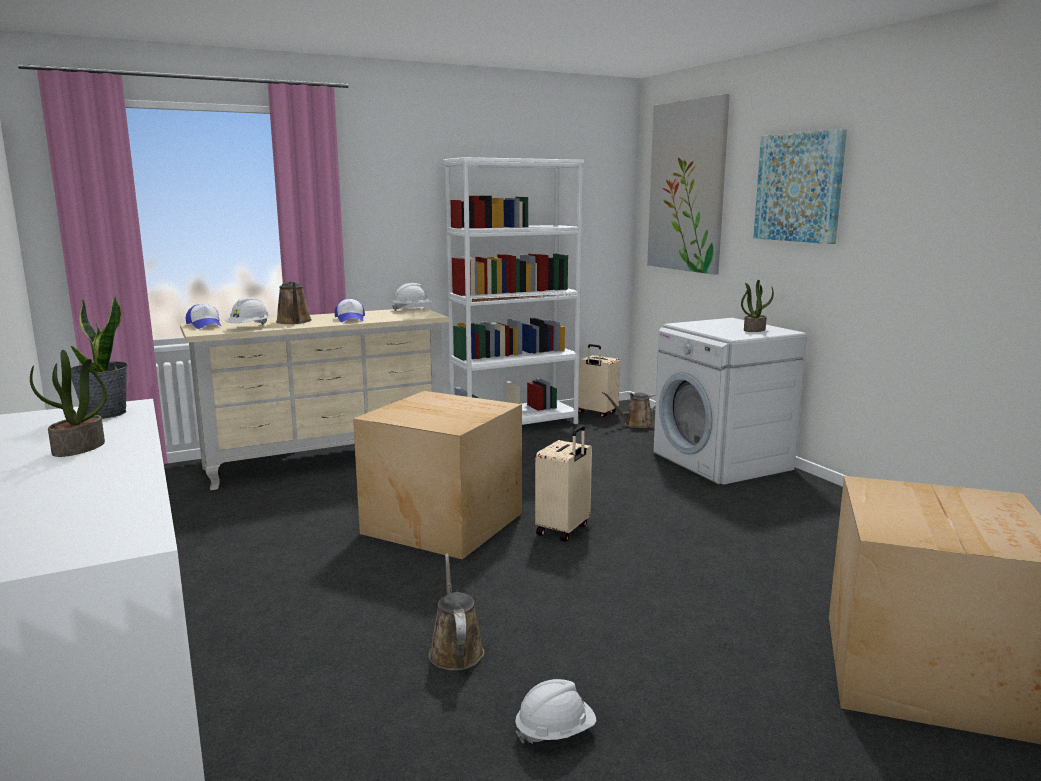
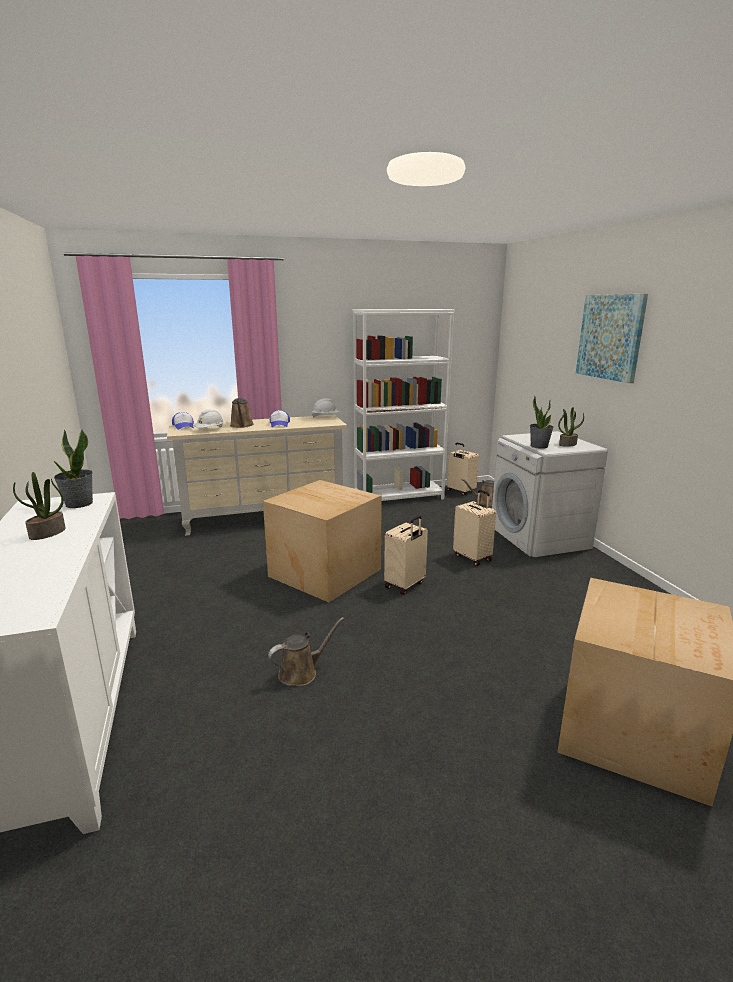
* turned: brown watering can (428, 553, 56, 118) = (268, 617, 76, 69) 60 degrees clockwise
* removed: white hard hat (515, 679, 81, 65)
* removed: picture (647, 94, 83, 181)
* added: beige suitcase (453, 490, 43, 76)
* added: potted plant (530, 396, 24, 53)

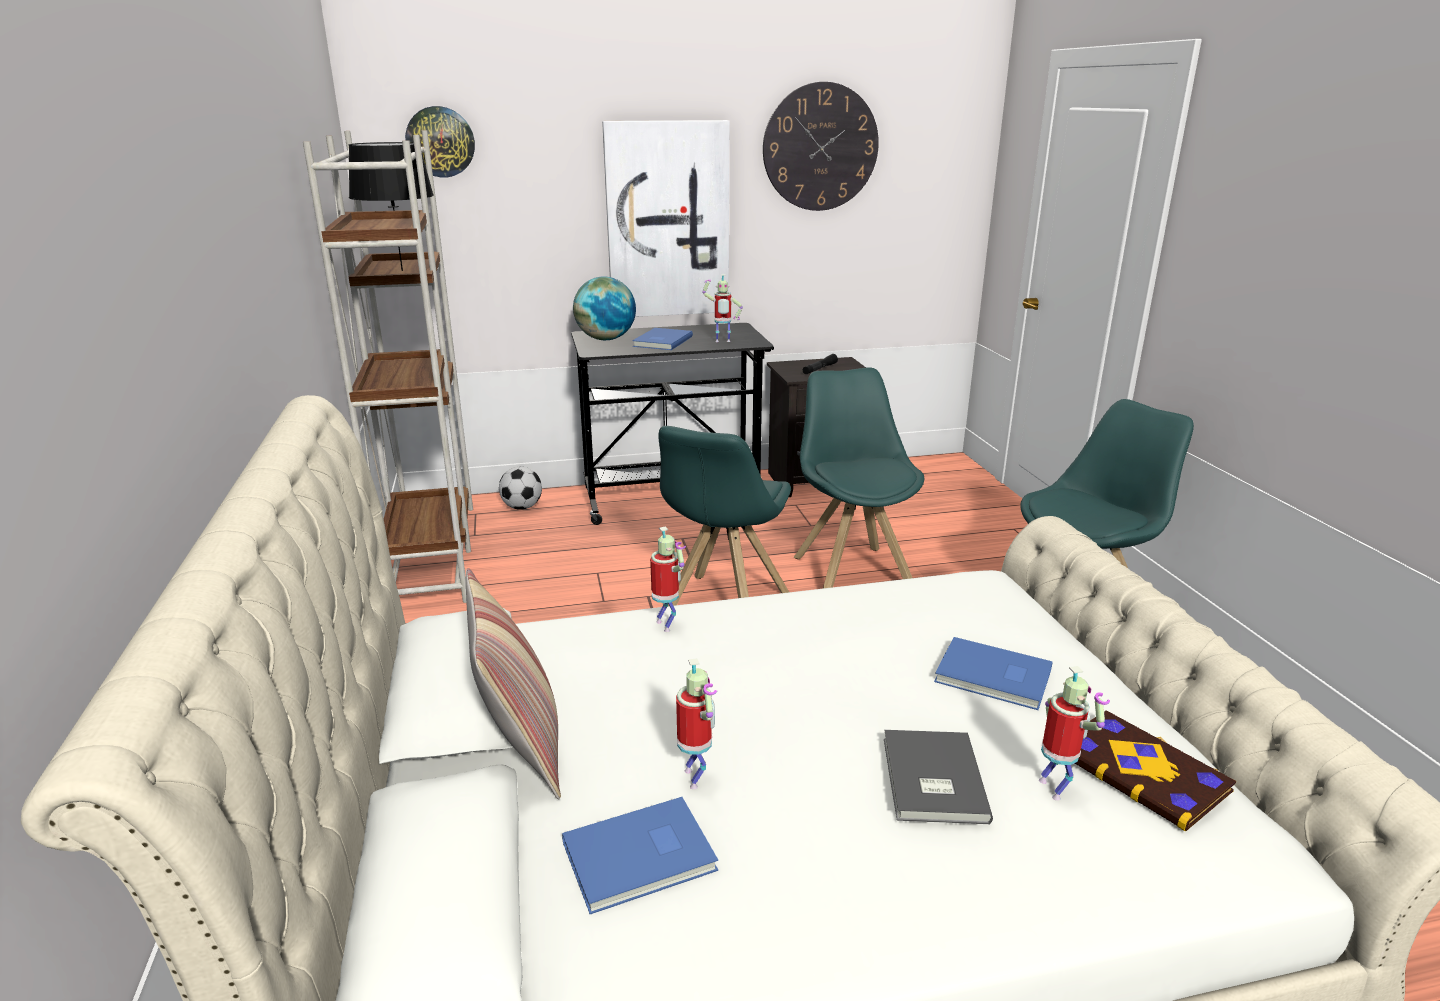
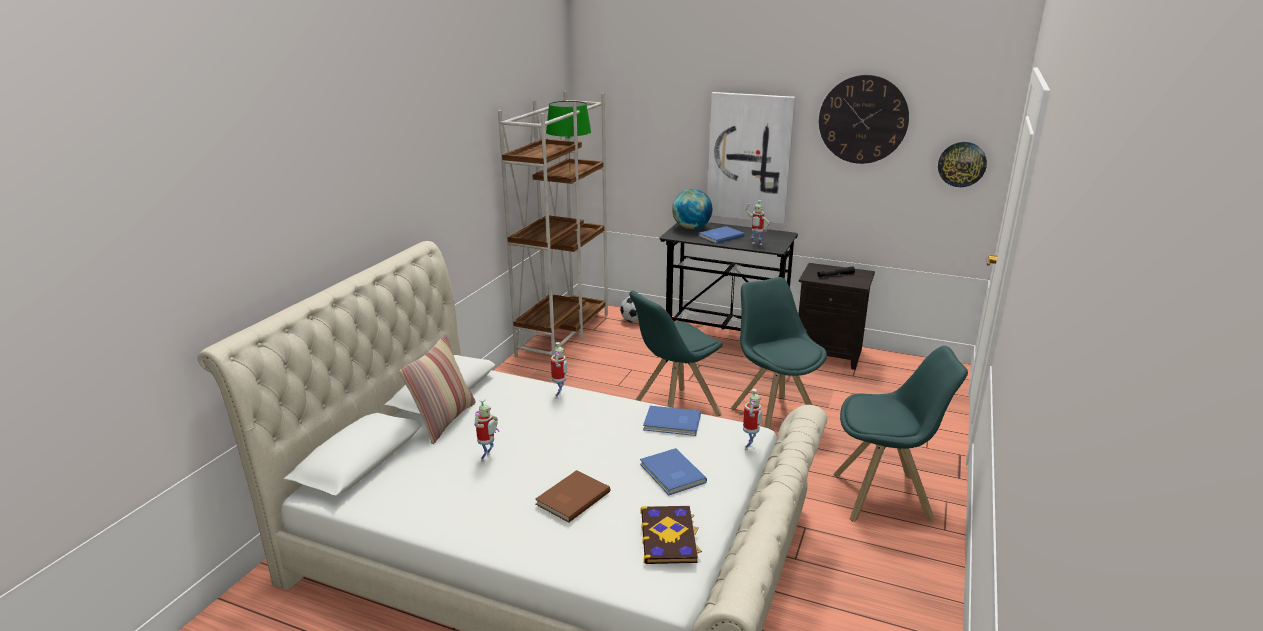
* recoloured: black table lamp (348, 142, 86, 129) to green table lamp (546, 101, 45, 64)
* moved: wall clock (405, 106, 70, 71) to (938, 142, 49, 45)
* moved: blue book (562, 797, 156, 117) to (643, 406, 58, 30)
* turned: turquoise chair (794, 367, 130, 221) = (731, 277, 96, 152) 45 degrees counterclockwise
* recoloured: grey book (884, 730, 109, 94) to brown book (535, 470, 76, 53)
* moved: toy robot (1039, 666, 71, 135) to (743, 389, 19, 62)

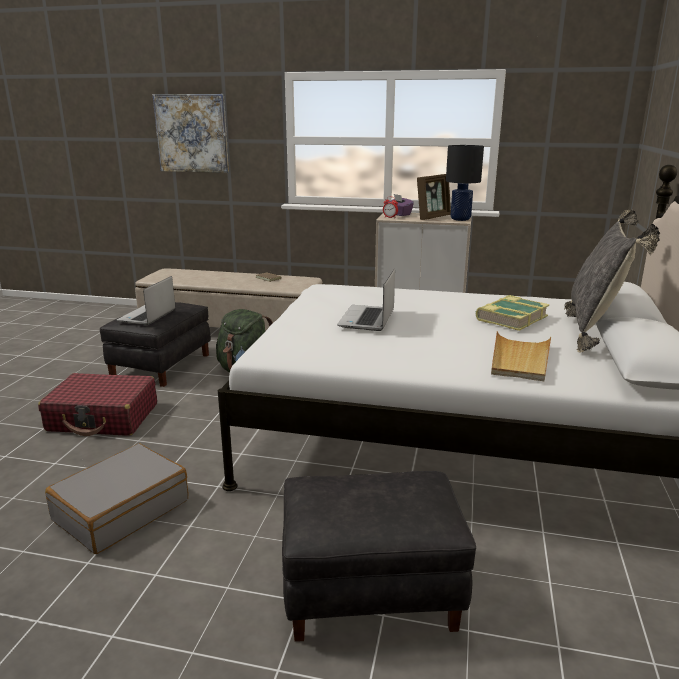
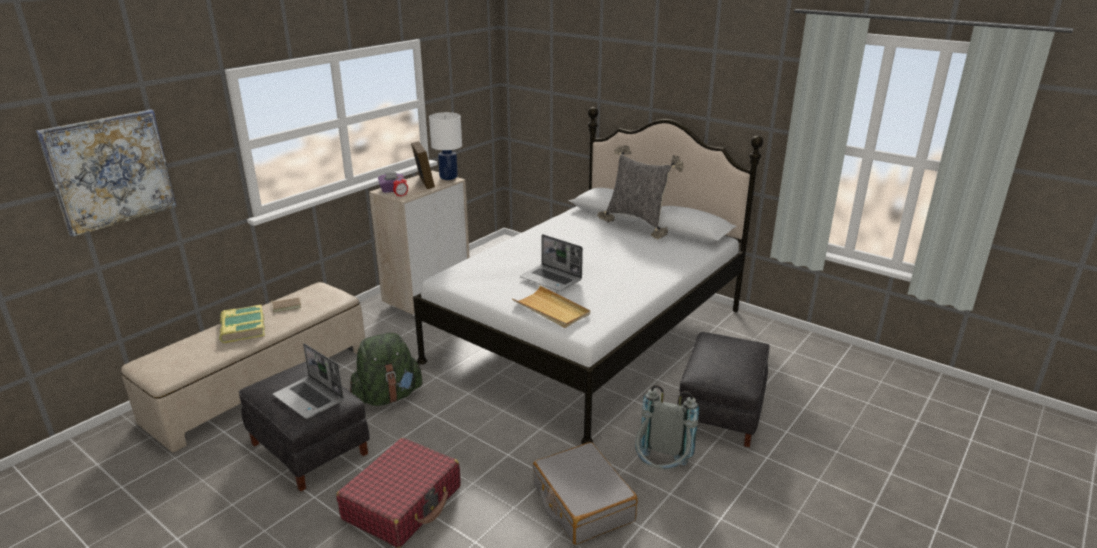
* recoloured: black table lamp (446, 145, 38, 76) to white table lamp (429, 112, 33, 68)
* moved: book (476, 295, 74, 36) to (219, 305, 46, 38)
* moved: beige tray (491, 331, 60, 50) to (512, 285, 78, 43)
* added: grey backpack (635, 385, 64, 85)

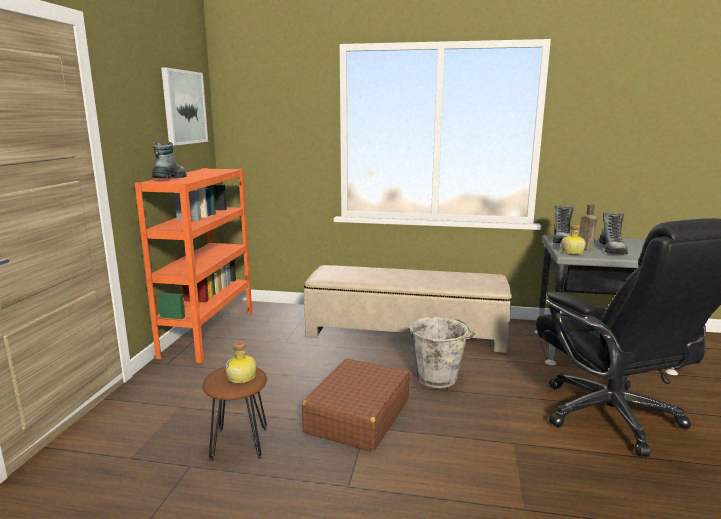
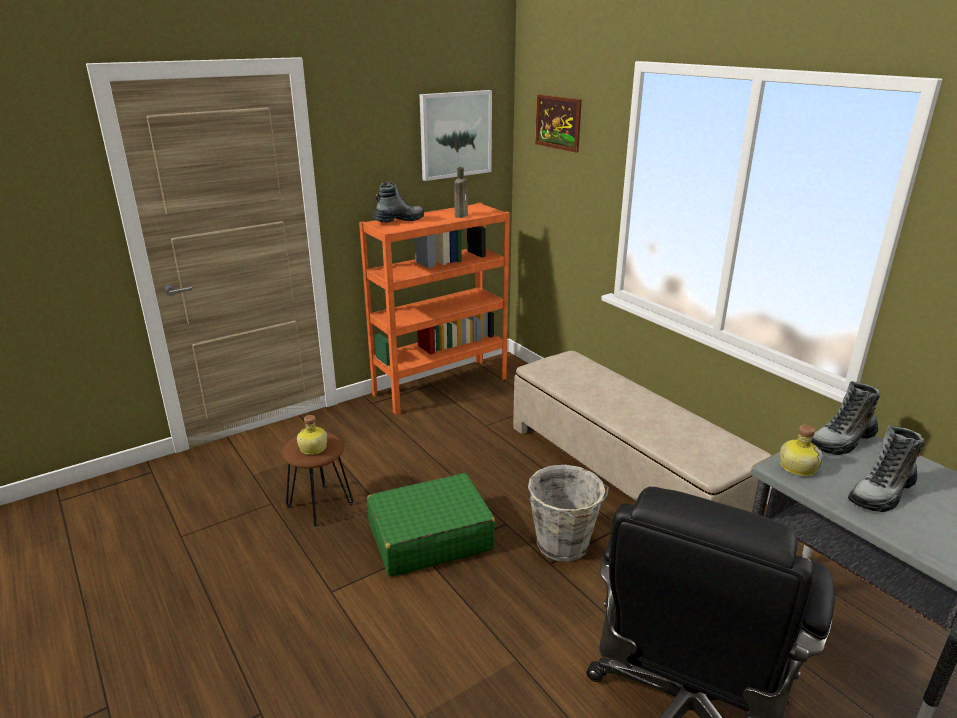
* recoloured: brown suitcase (302, 359, 108, 93) to green suitcase (367, 473, 129, 104)
* moved: brown bottle (579, 204, 18, 47) to (454, 167, 14, 51)
* added: picture (535, 94, 47, 59)

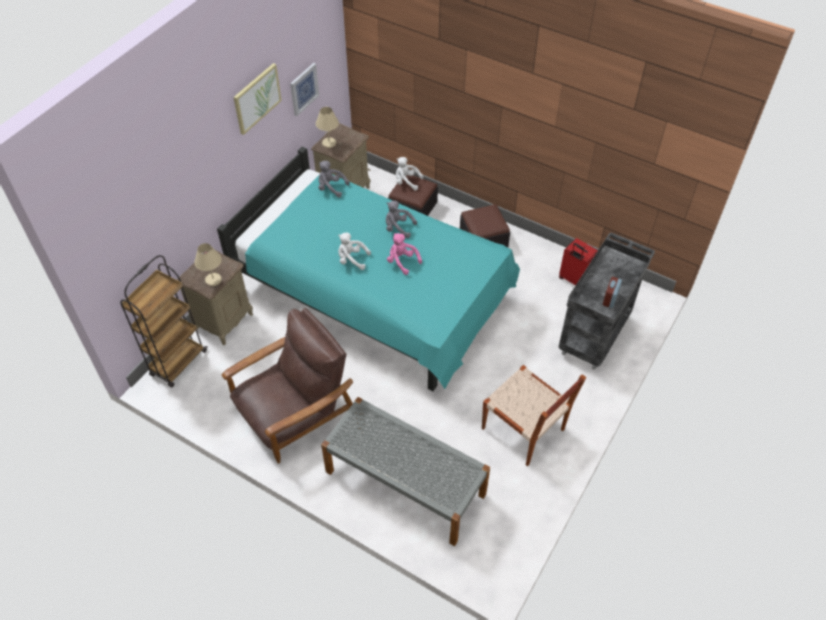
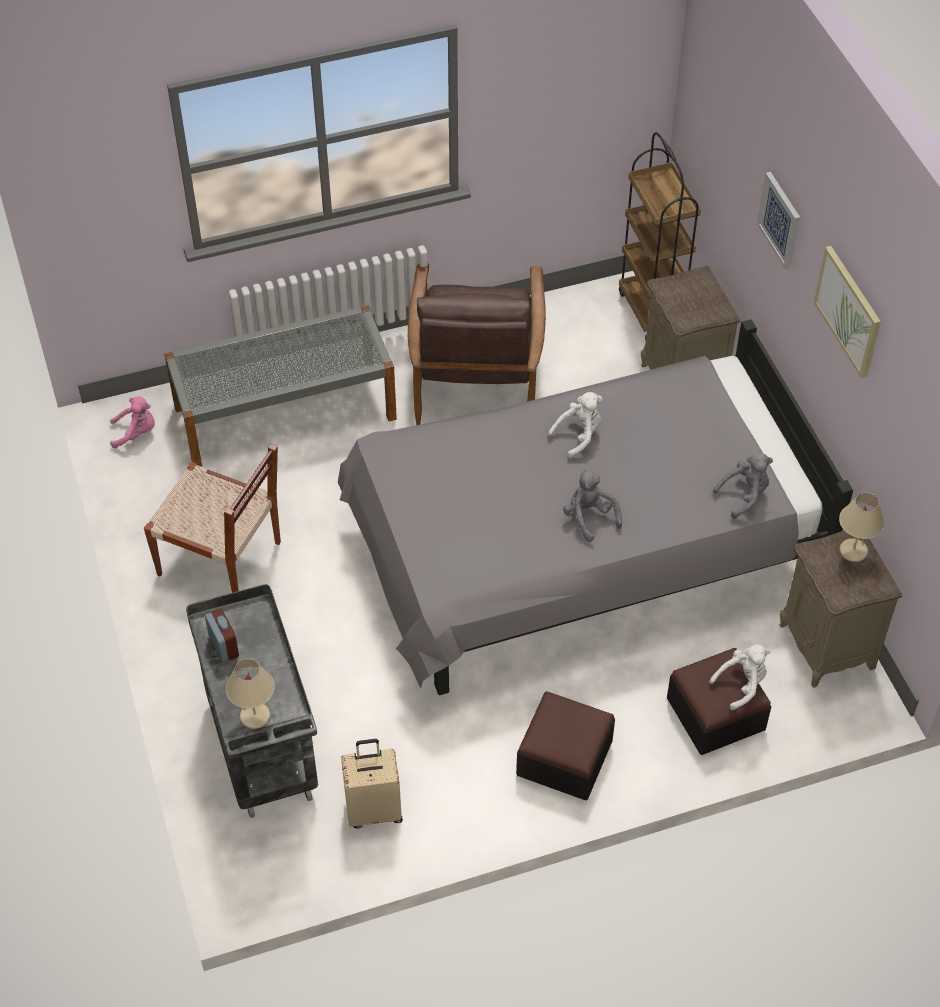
* moved: beige table lamp (194, 243, 28, 43) to (226, 659, 49, 70)
* recoloured: turquoise bed (217, 147, 303, 244) to grey bed (338, 319, 515, 376)
* moved: picture (290, 63, 29, 53) to (757, 172, 43, 98)
* turned: grey plush toy (386, 201, 31, 37) = (563, 469, 59, 73) 90 degrees counterclockwise
* moved: pink plush toy (387, 233, 35, 42) to (110, 396, 45, 52)
* turned: chair (482, 365, 104, 101) = (144, 444, 137, 149) 150 degrees counterclockwise
* recoloured: red suitcase (559, 238, 39, 48) to beige suitcase (341, 739, 62, 90)

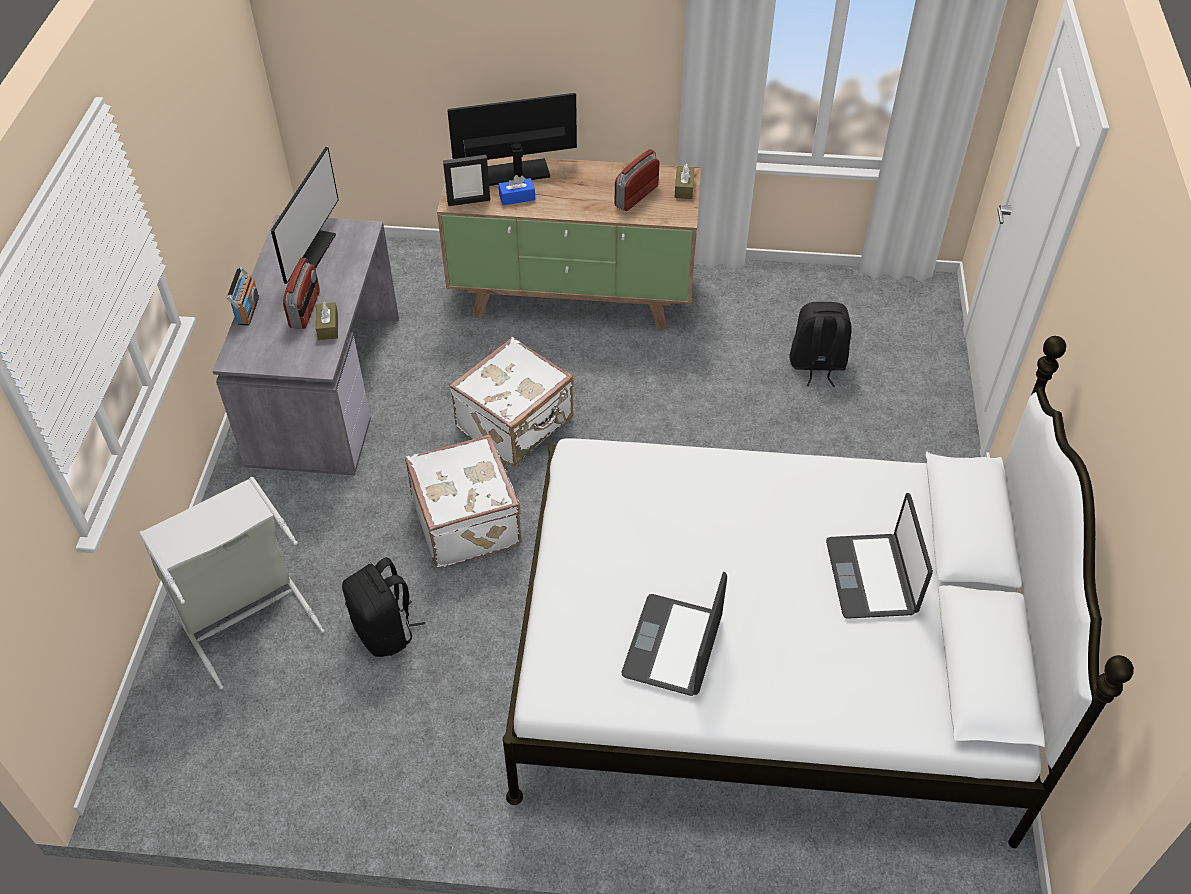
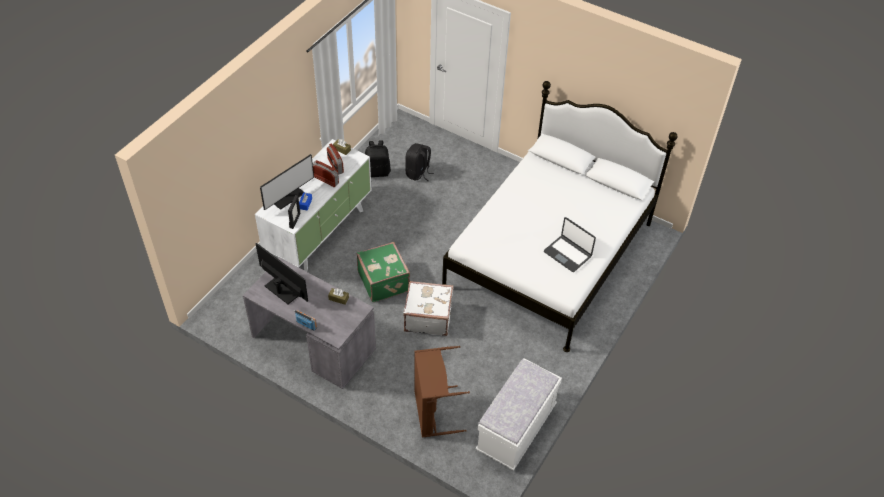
* recoloured: grey laundry basket (139, 477, 186, 212) to brown laundry basket (414, 346, 56, 92)
* moved: radio (283, 258, 37, 71) to (313, 160, 26, 27)
* moved: black backpack (342, 557, 83, 100) to (365, 140, 26, 37)
* recoloured: green dresser (437, 156, 264, 174) to white dresser (255, 139, 117, 132)
* turned: monitor (447, 93, 130, 93) = (260, 154, 54, 56) 150 degrees counterclockwise
* recoloured: white suitcase (450, 337, 124, 129) to green suitcase (357, 242, 53, 60)
* removed: laptop (826, 493, 107, 126)
* added: white bench (476, 359, 86, 112)

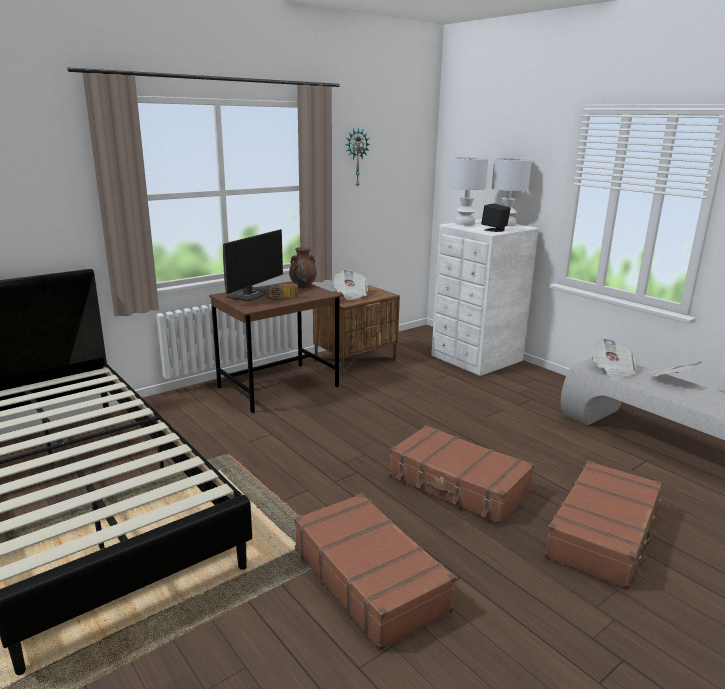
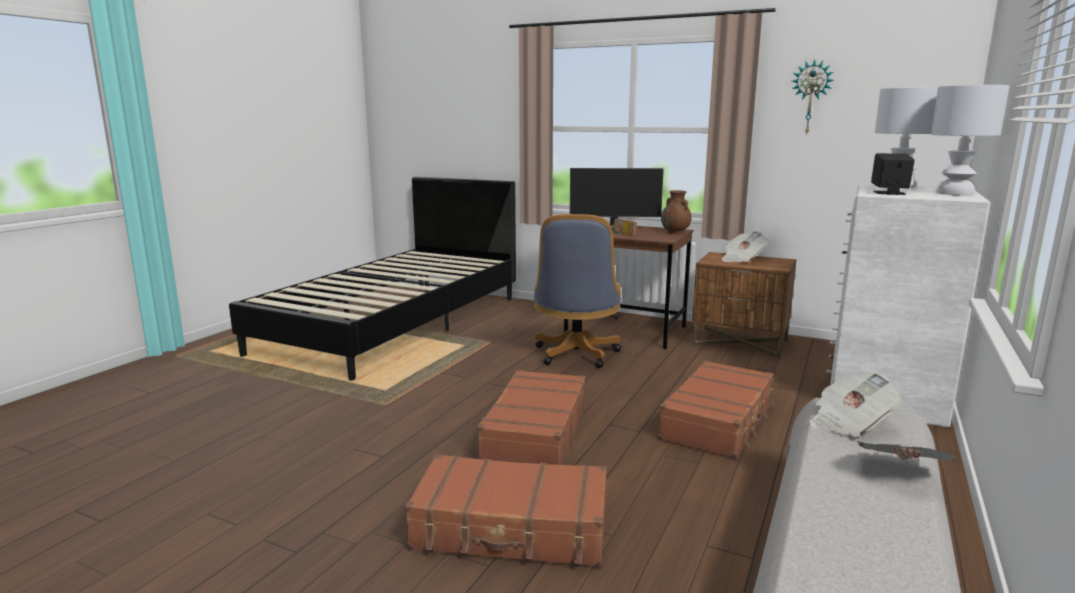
* moved: brown suitcase (294, 493, 162, 158) to (658, 360, 117, 99)
* added: blue office chair (534, 214, 87, 154)

